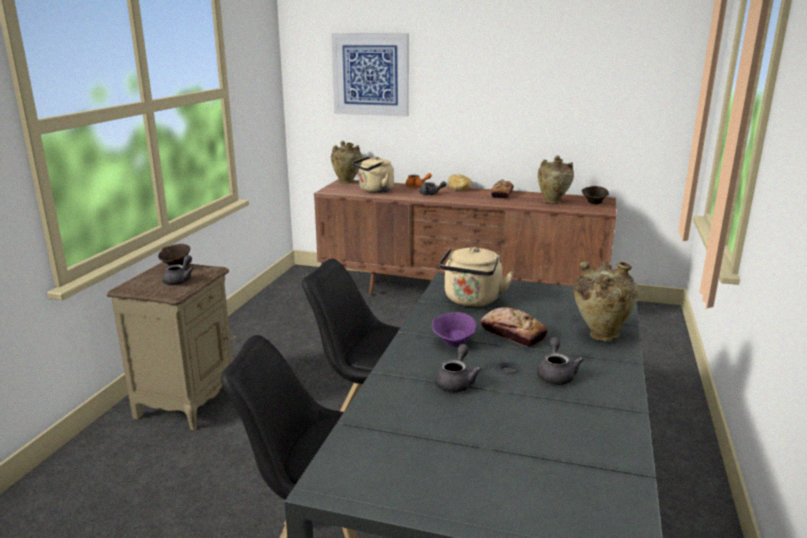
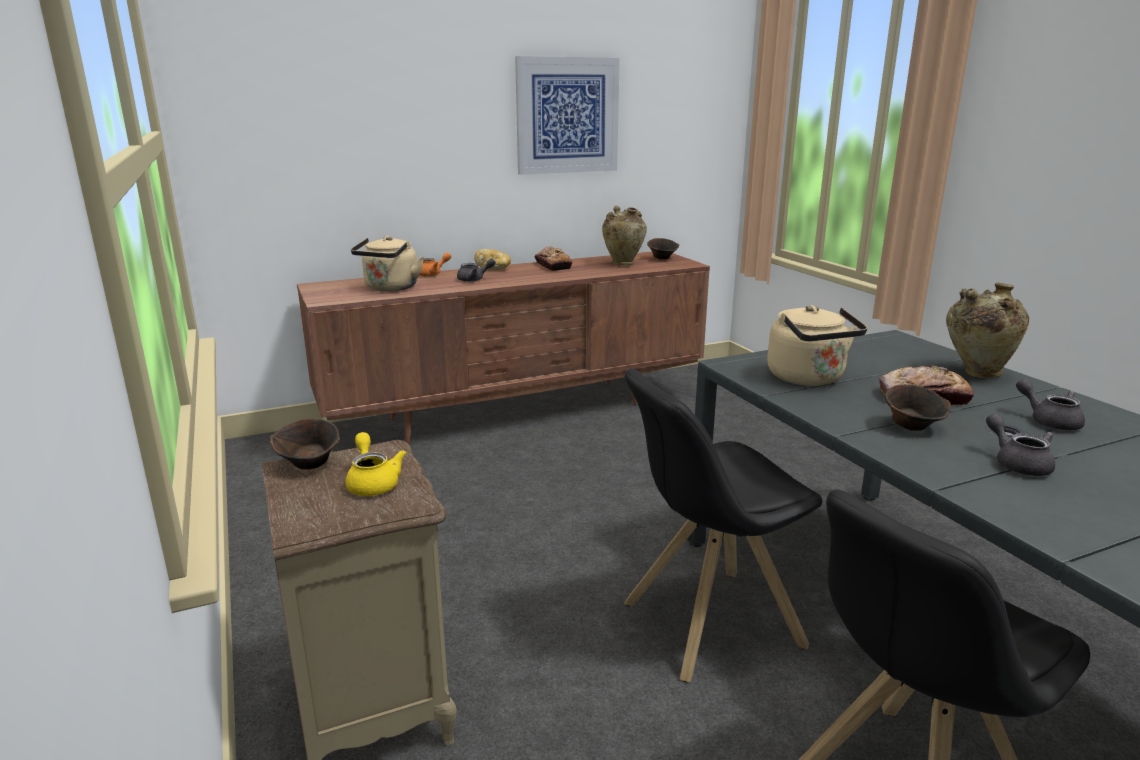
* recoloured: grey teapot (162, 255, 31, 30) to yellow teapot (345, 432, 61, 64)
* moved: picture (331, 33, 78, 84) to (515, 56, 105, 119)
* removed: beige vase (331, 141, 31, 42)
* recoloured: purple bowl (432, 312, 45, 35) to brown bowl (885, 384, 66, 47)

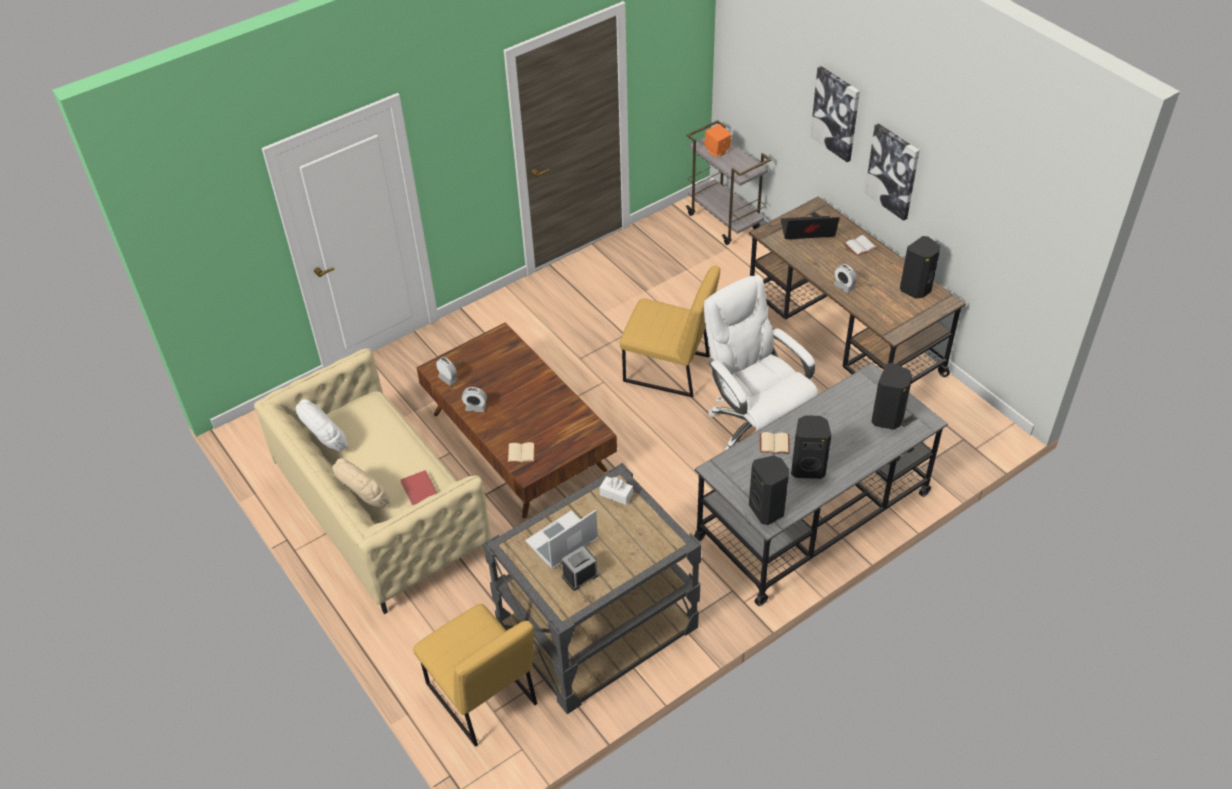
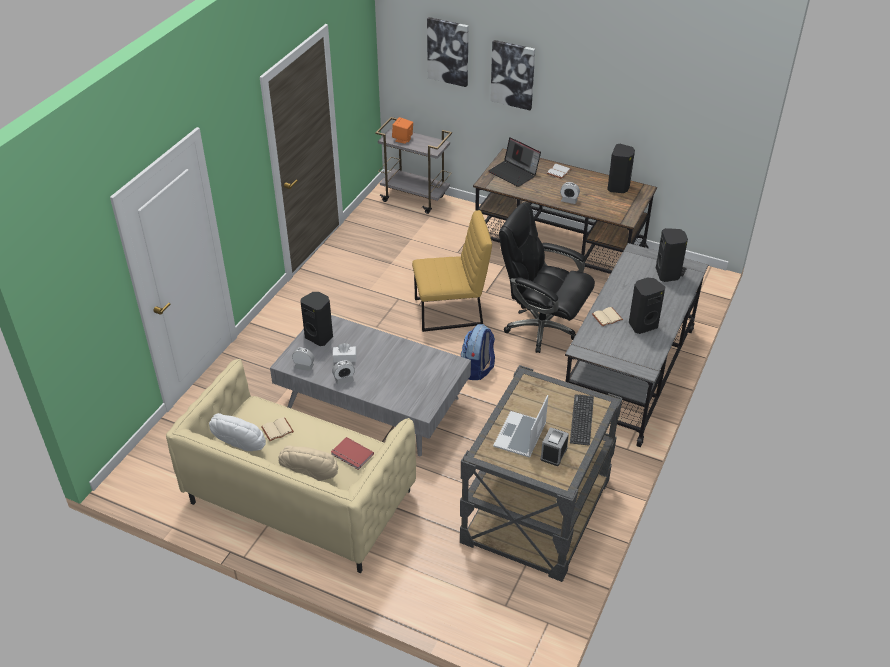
* removed: yellow chair (413, 604, 124, 143)
* recoloured: brown coffee table (416, 323, 201, 196) to grey coffee table (270, 315, 201, 142)
* moved: beige book (507, 442, 28, 21) to (261, 417, 33, 24)
* moved: white tissue box (599, 476, 34, 29) to (333, 343, 23, 19)
* recoloured: white office chair (704, 275, 115, 175) to black office chair (499, 202, 96, 151)
* moved: black speaker (749, 455, 40, 70) to (301, 292, 32, 54)
* turned: laptop (780, 216, 60, 23) = (488, 137, 53, 50) 105 degrees counterclockwise
* moved: picture (865, 123, 55, 98) to (427, 17, 42, 70)
* added: backpack (460, 324, 35, 56)
* added: keyboard (570, 394, 24, 52)

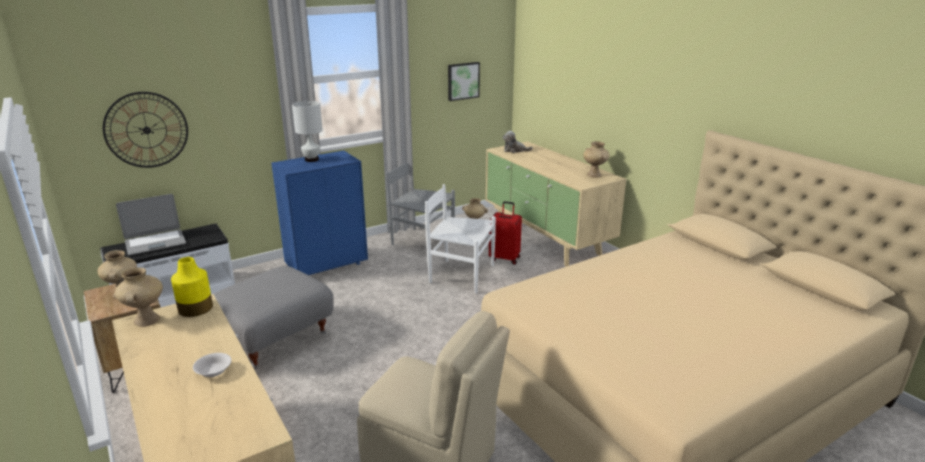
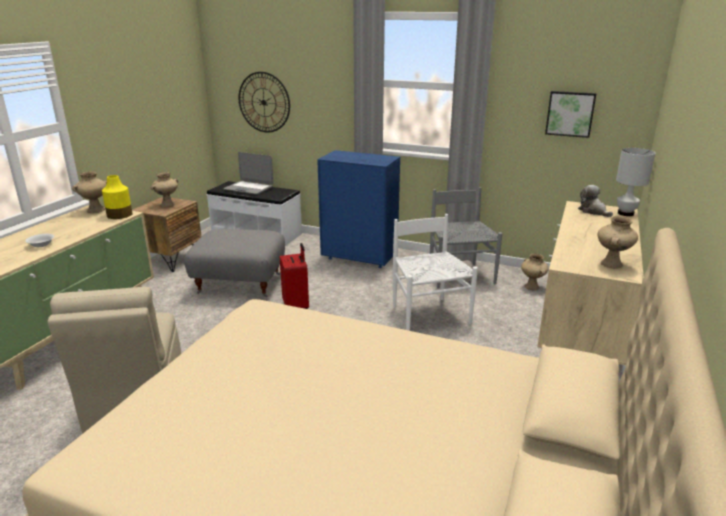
* moved: white table lamp (292, 101, 31, 61) to (616, 148, 39, 68)
* moved: red suitcase (489, 201, 33, 64) to (280, 243, 29, 66)

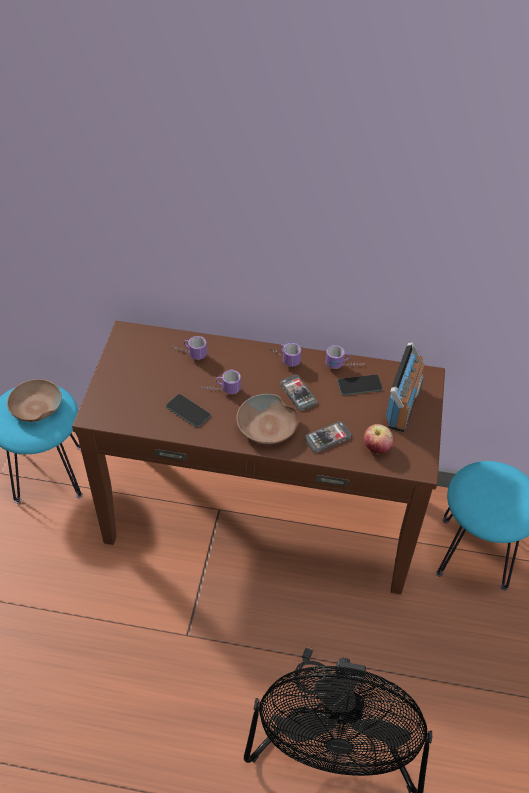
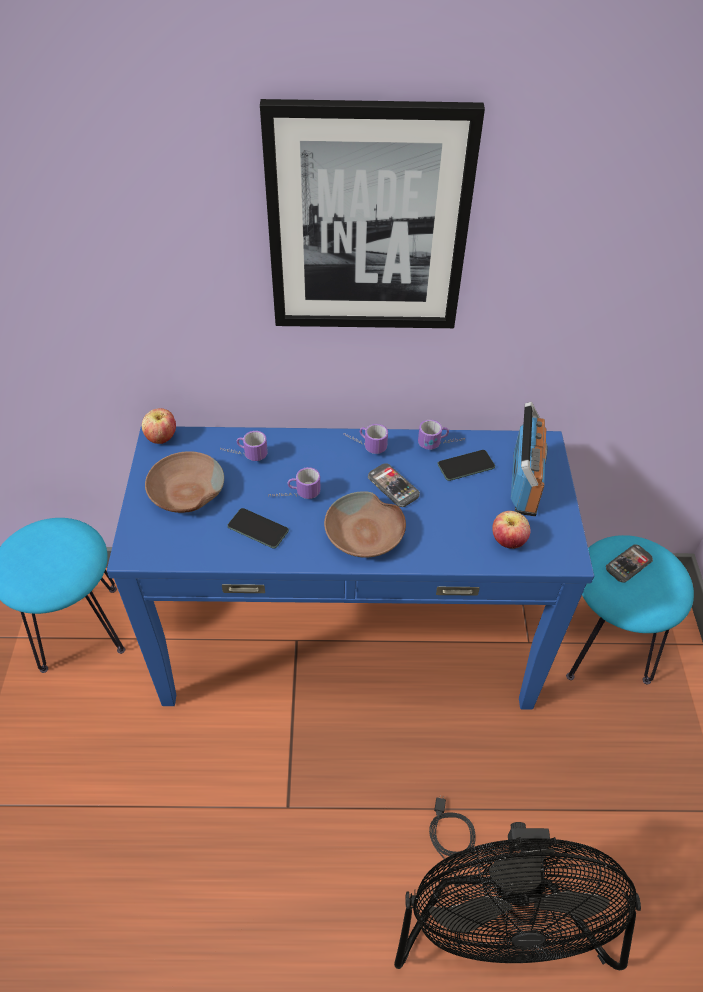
* moved: brown bowl (7, 379, 55, 43) to (145, 451, 79, 62)
* recoloured: brown console table (72, 321, 373, 273) to blue console table (107, 426, 487, 284)
* moved: phone (305, 421, 46, 31) to (606, 544, 47, 39)
* added: apple (142, 408, 34, 36)
* added: picture (260, 99, 225, 229)

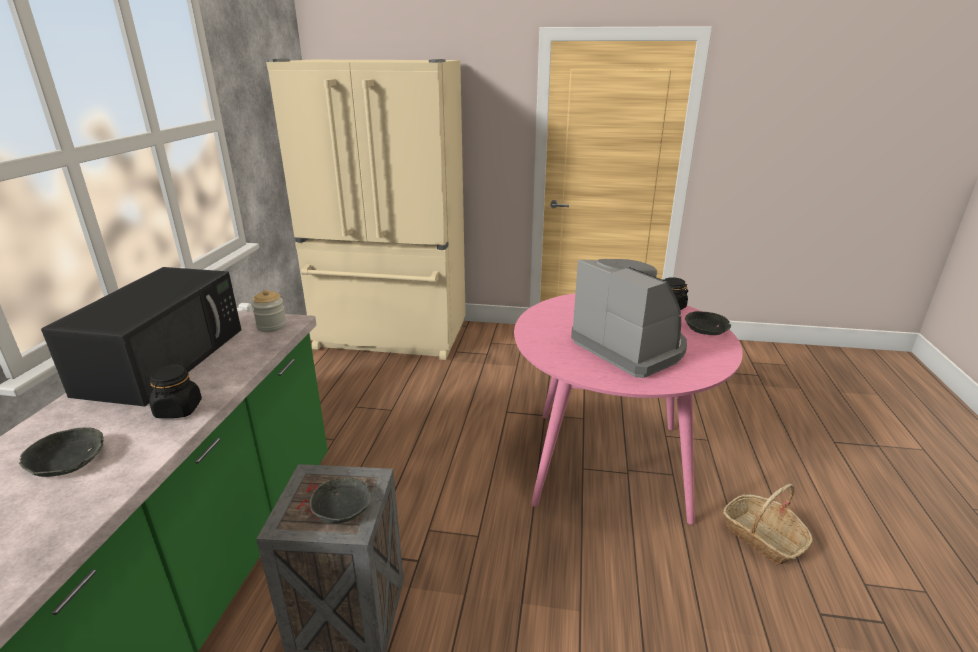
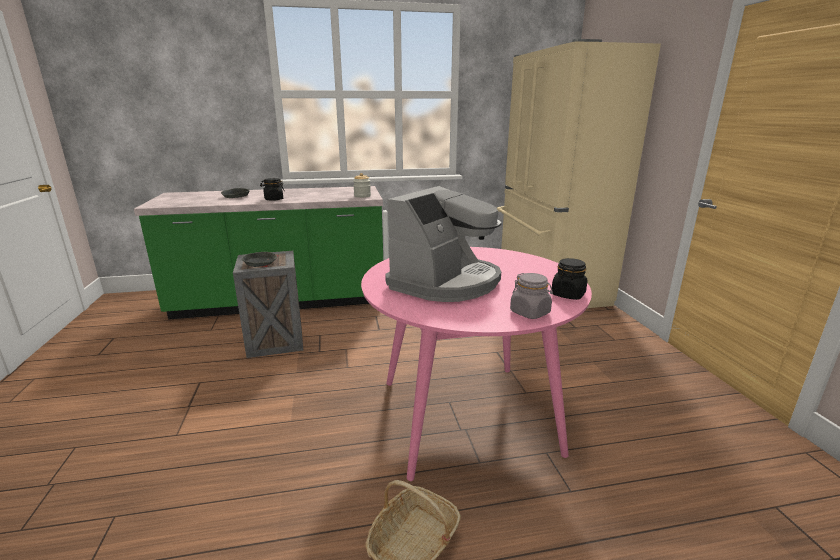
* removed: black microwave (41, 267, 200, 140)
* replaced: grey bowl (685, 311, 46, 24) to grey jar (510, 273, 43, 46)

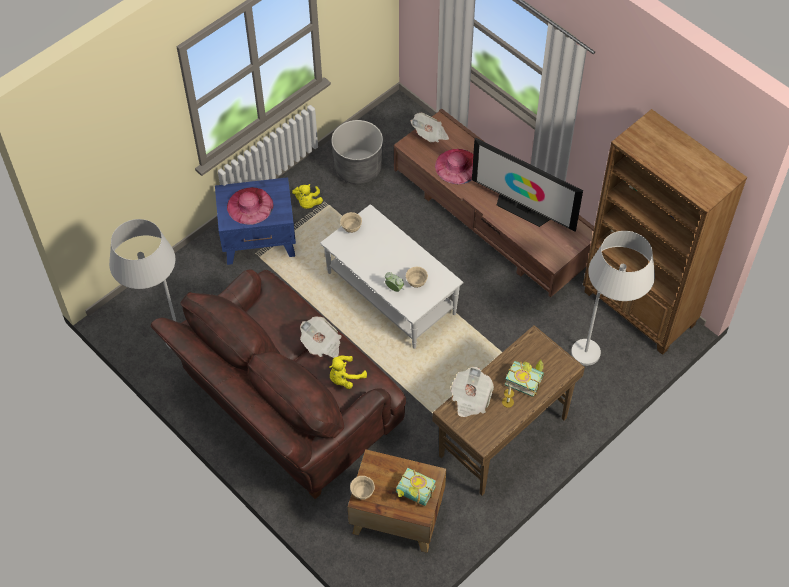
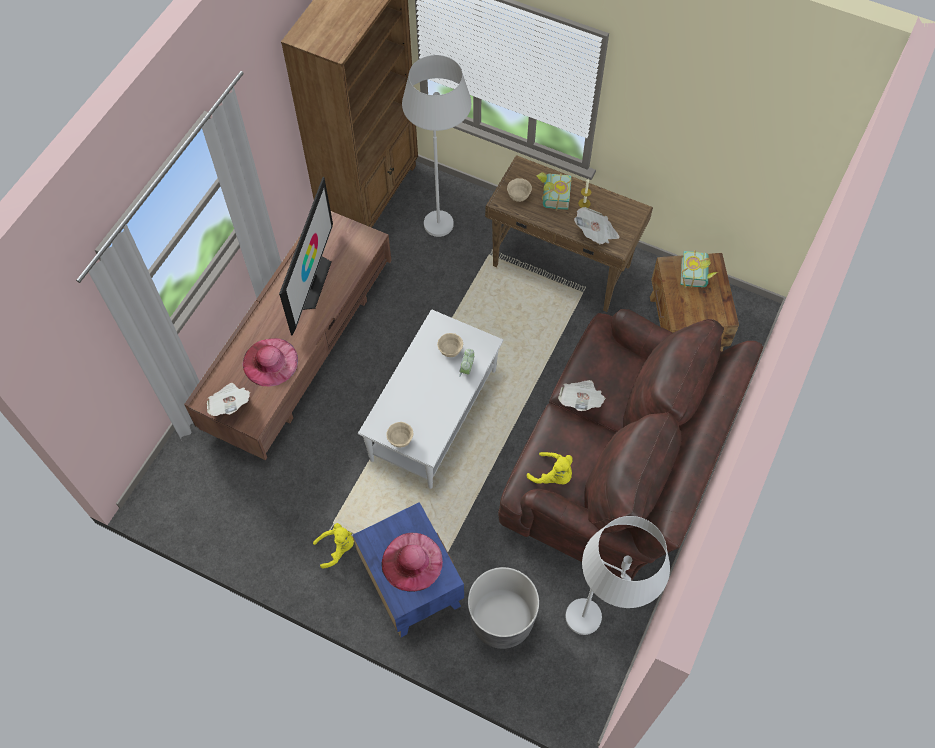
* moved: yellow plush toy (329, 355, 38, 34) to (527, 452, 46, 32)
* moved: grey planter (331, 120, 52, 64) to (468, 567, 71, 82)
* moved: beige bowl (350, 476, 25, 24) to (507, 178, 25, 24)

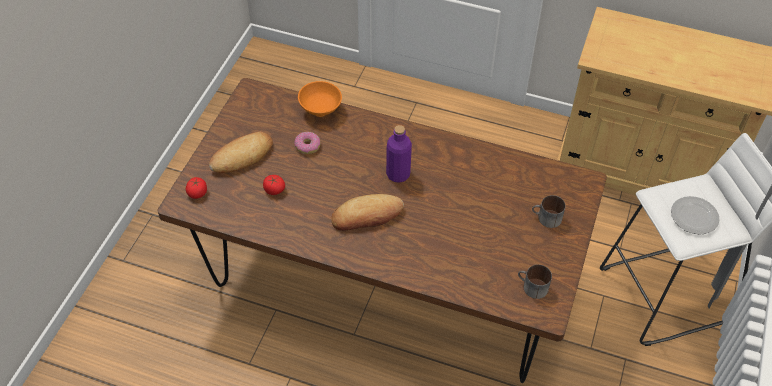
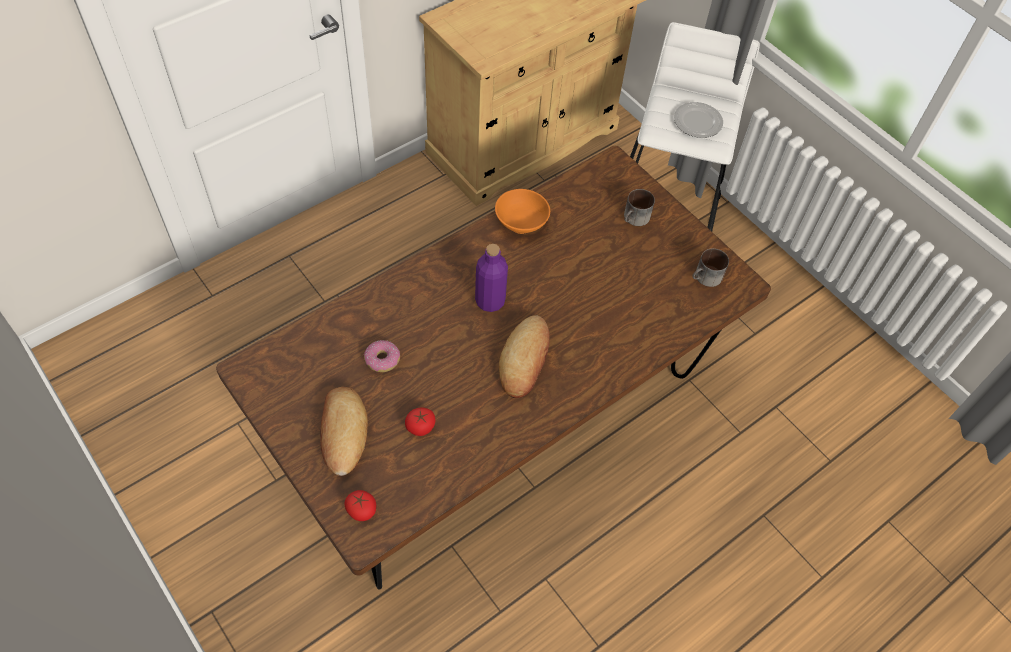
* moved: orange bowl (298, 81, 44, 36) to (495, 189, 55, 45)

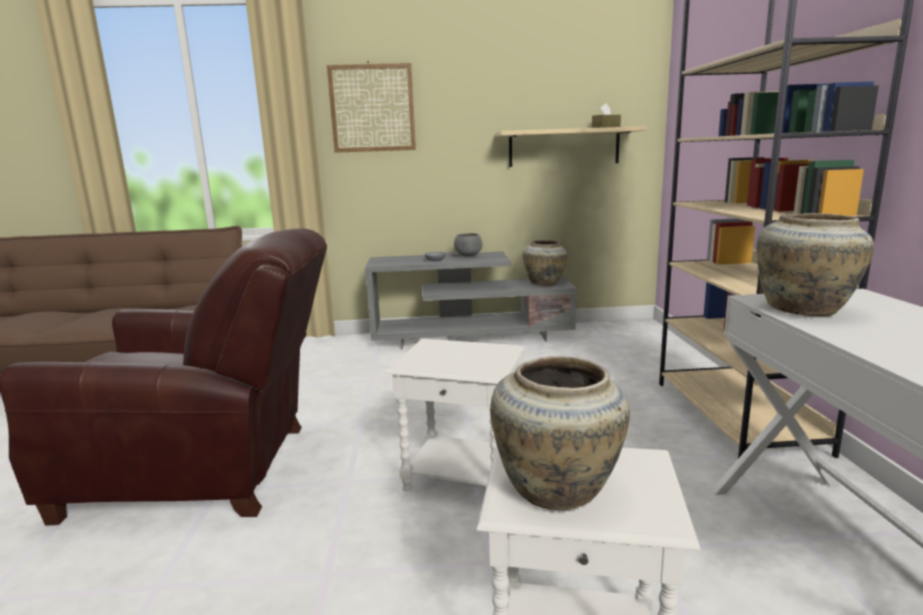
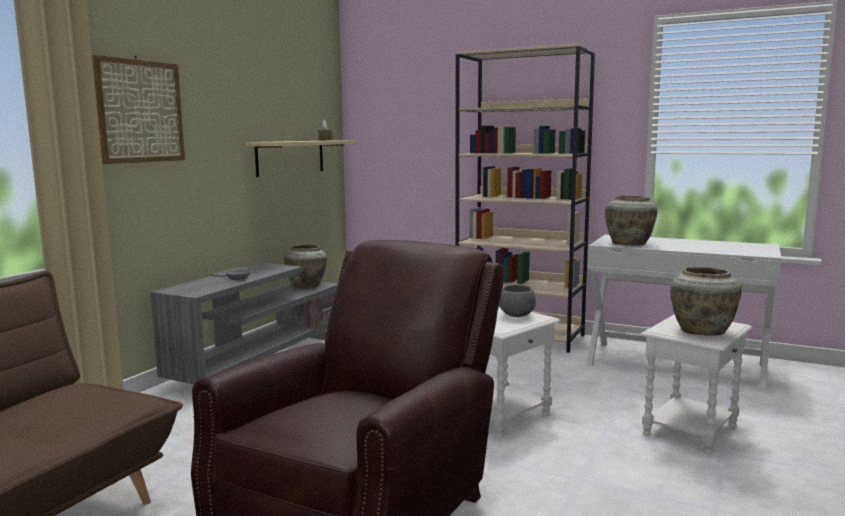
* moved: grey bowl (454, 233, 28, 23) to (499, 285, 37, 32)

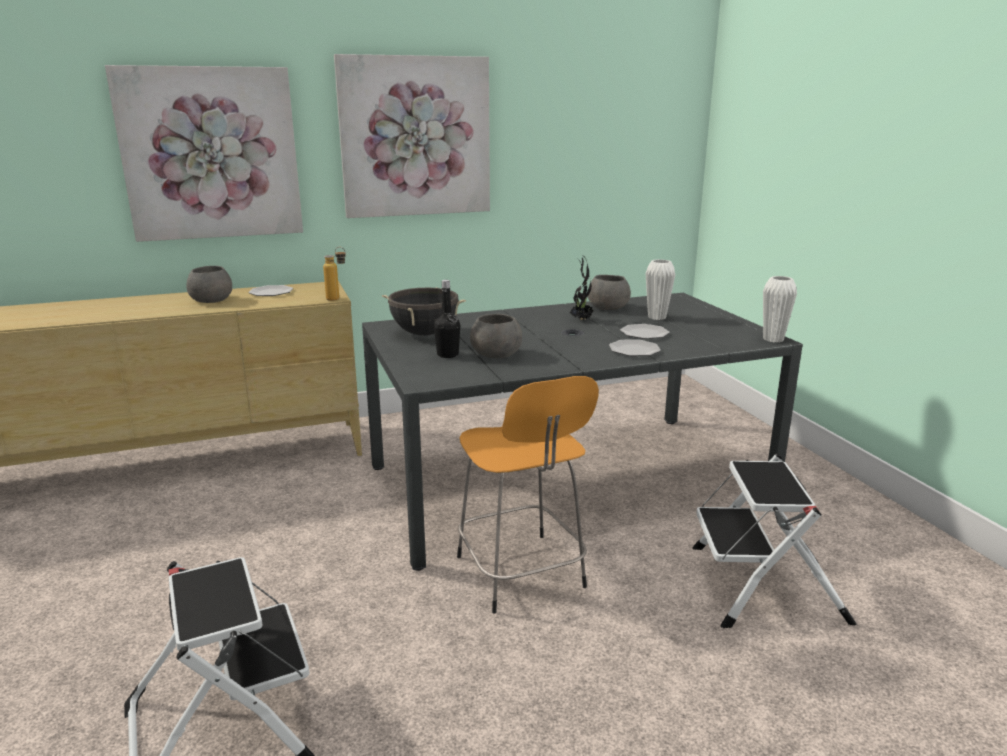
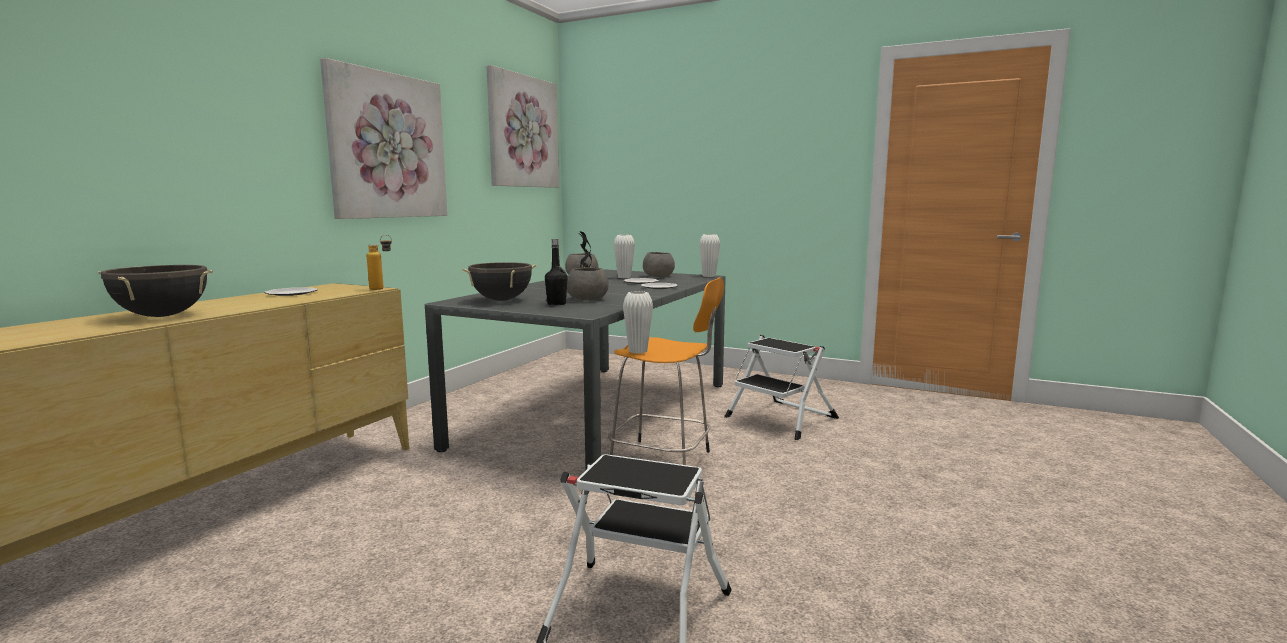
* moved: picture (105, 65, 198, 177) to (486, 65, 73, 123)
* moved: grey bowl (186, 266, 46, 37) to (643, 252, 32, 25)
* added: black cooking pot (98, 265, 115, 52)
* added: white vase (623, 291, 30, 63)

